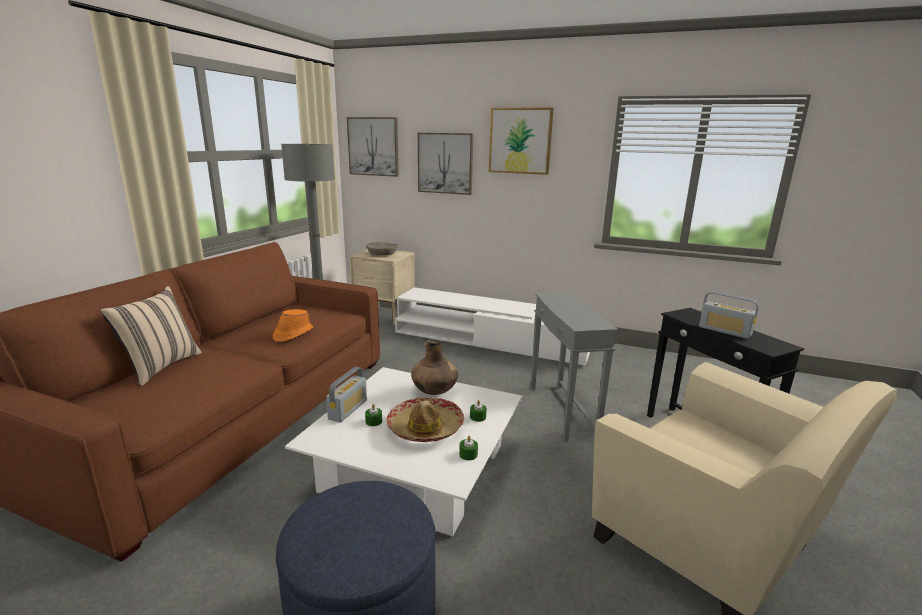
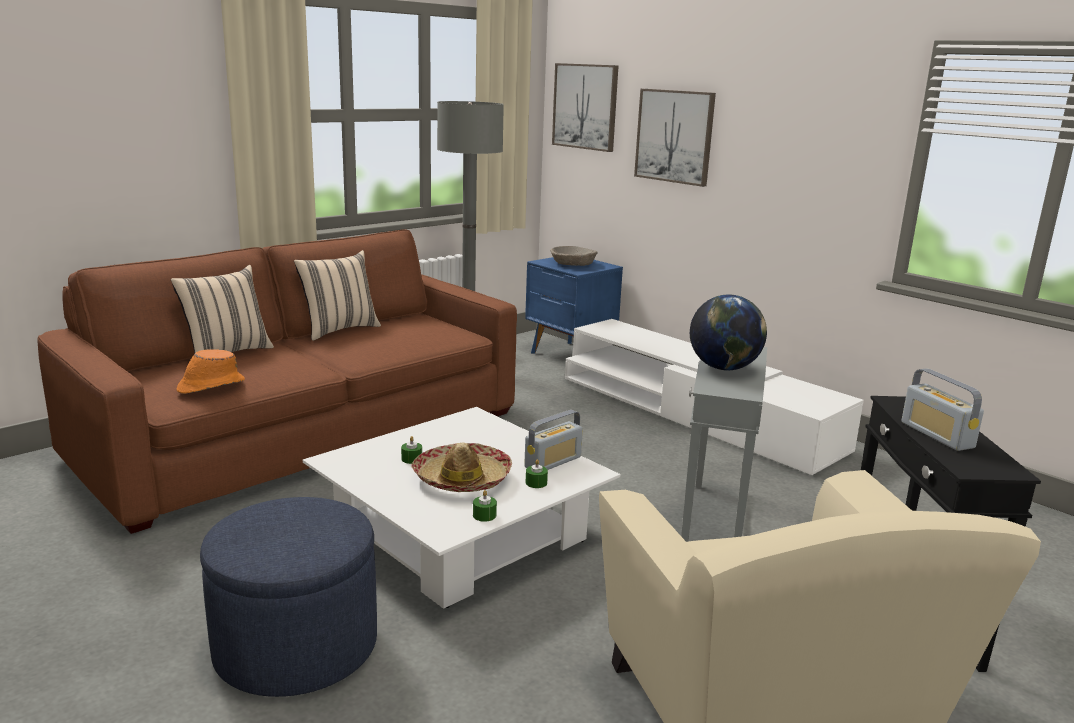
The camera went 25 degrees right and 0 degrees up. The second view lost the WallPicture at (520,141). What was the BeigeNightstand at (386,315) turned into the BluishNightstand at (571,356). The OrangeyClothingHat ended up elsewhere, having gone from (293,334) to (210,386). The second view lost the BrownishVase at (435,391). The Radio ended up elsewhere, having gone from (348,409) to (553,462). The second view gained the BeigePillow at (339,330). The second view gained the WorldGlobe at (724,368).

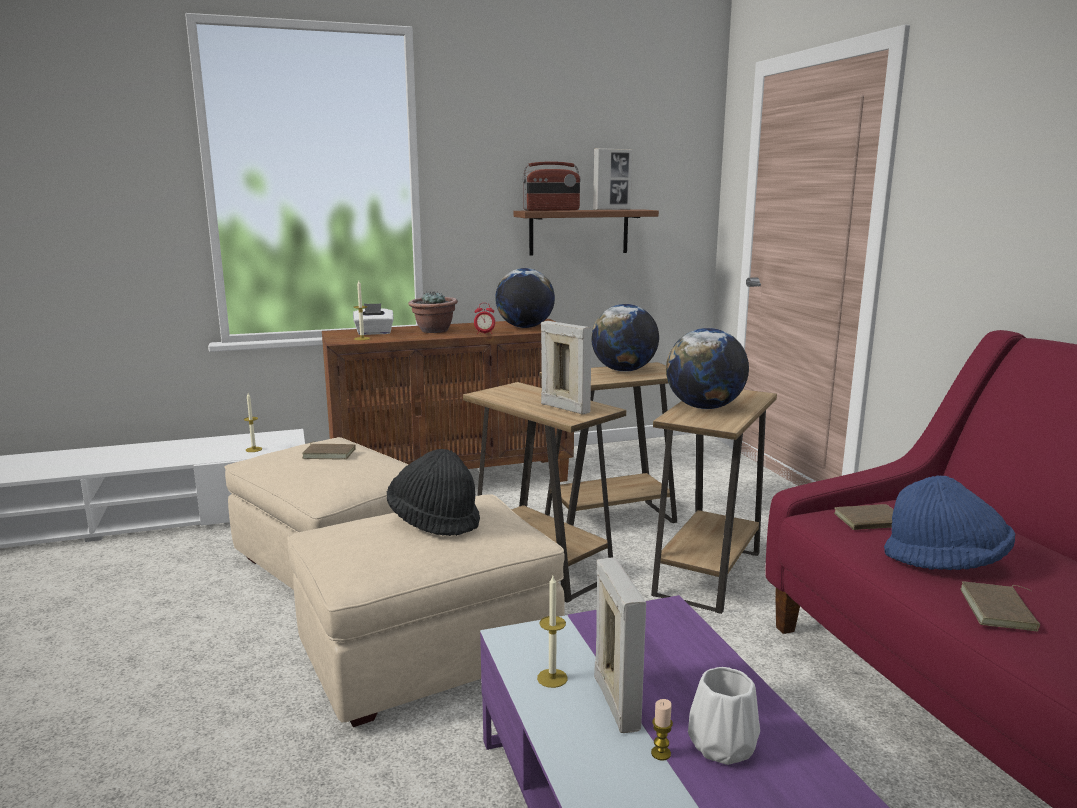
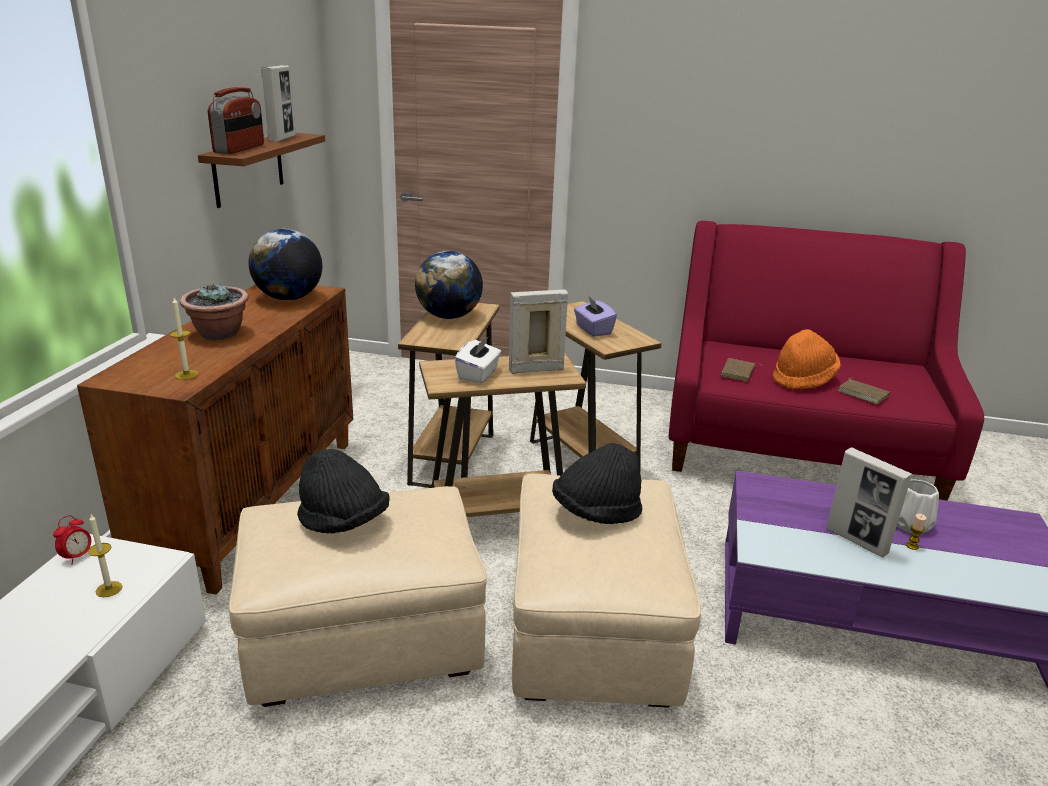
The camera went 60 degrees left and 10 degrees up. The WhiteTissueBox ended up elsewhere, having gone from (374,333) to (478,375). The TableClock ended up elsewhere, having gone from (484,333) to (77,557). Where the WorldGlobe stood at (704,407), the PurpleColouredTissueBox came to stand at (593,330). Where the BrownishBoundBook stood at (330,454), the BlackishClothingHat came to stand at (343,522). What was the BluishClothingHat at (945,562) turned into the OrangeyClothingHat at (803,379). The PictureFrame at (616,703) ended up facing another way, 150 degrees counterclockwise from before. The second view lost the WaxLight at (552,678).

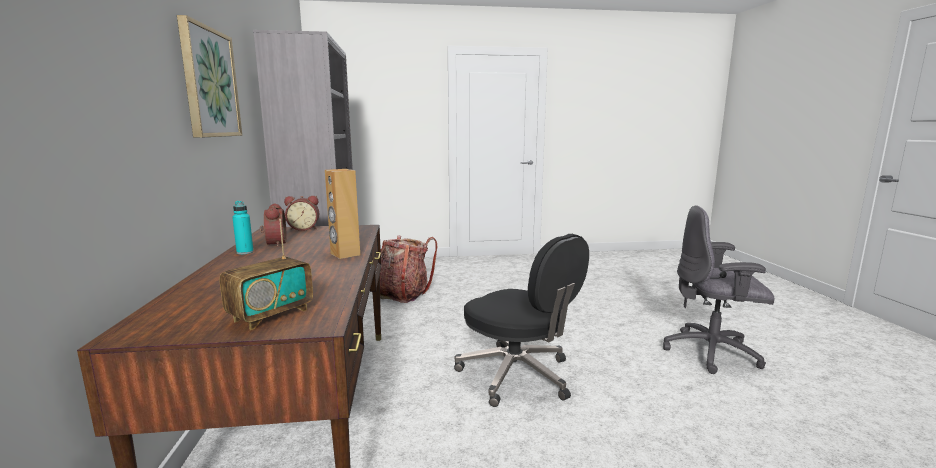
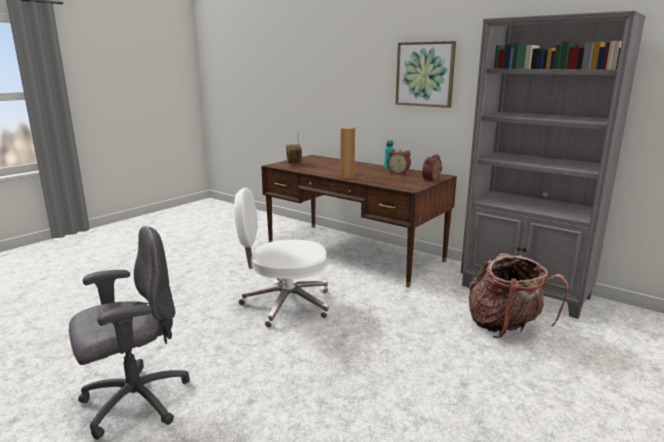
The camera went 135 degrees right and 5 degrees up. What was the BlackishOfficeChair at (518,375) turned into the WhiteOfficeChair at (285,304).

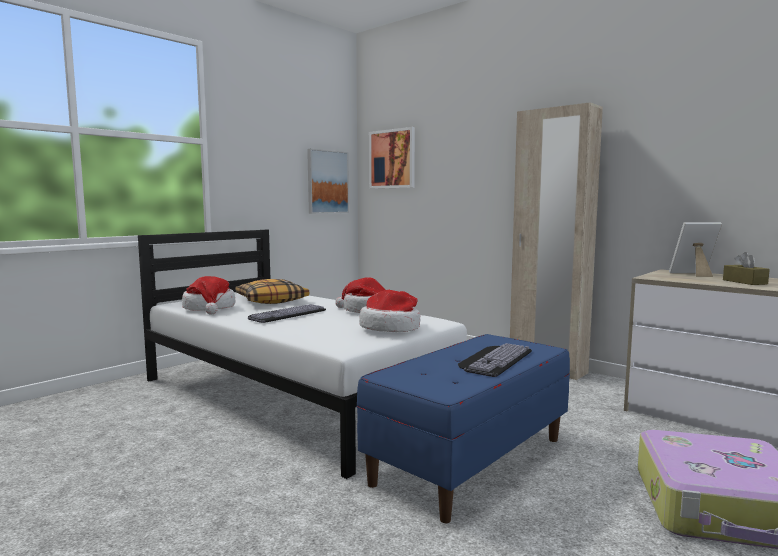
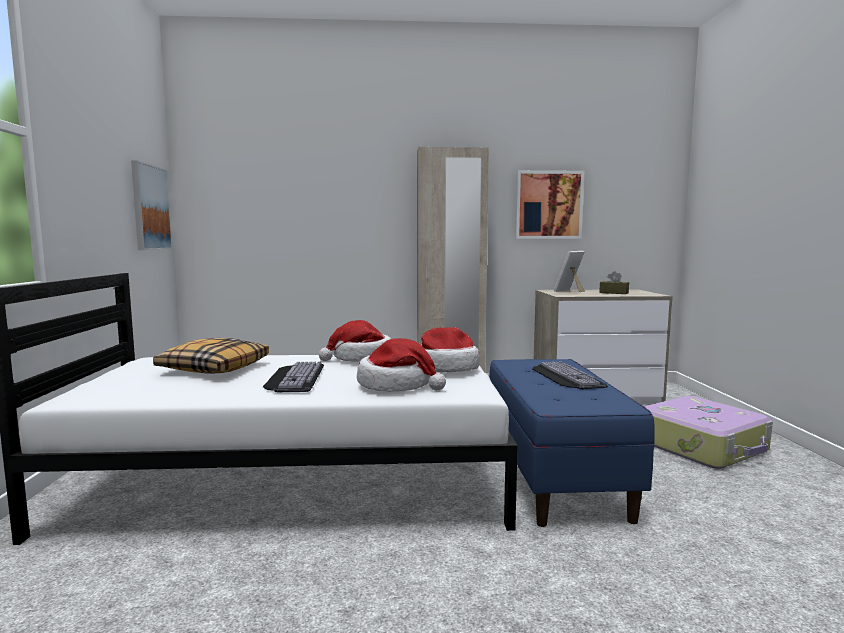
The camera went 45 degrees left and 0 degrees up. The WallPicture ended up elsewhere, having gone from (392,159) to (548,205). The ClothingHat ended up elsewhere, having gone from (209,308) to (397,385).

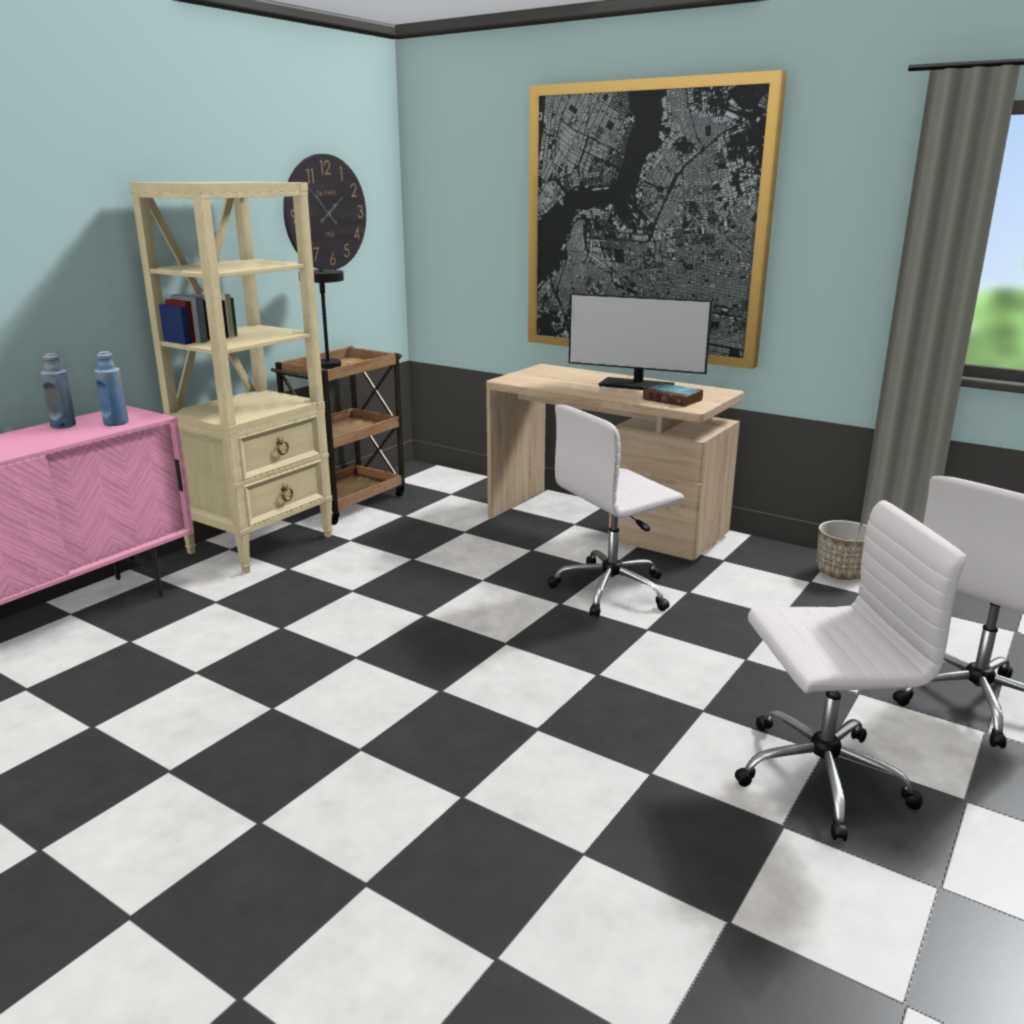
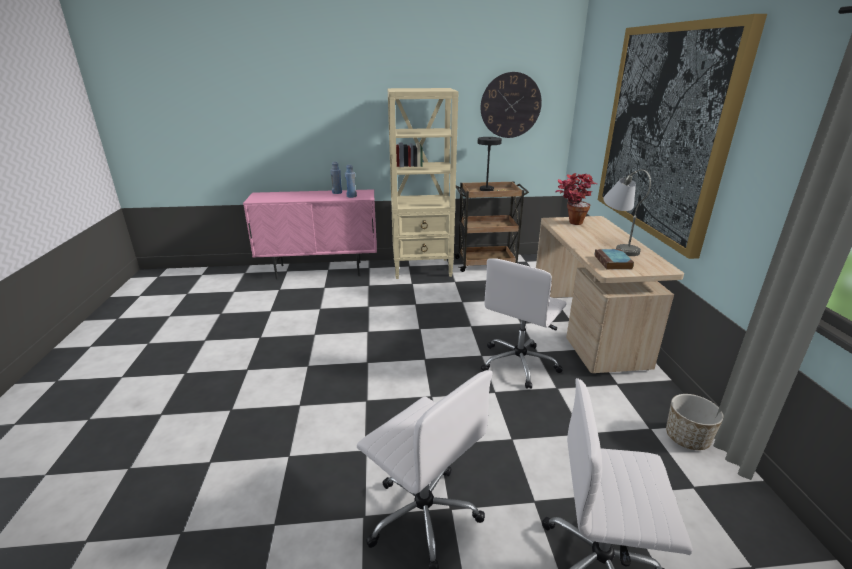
The camera went 50 degrees right and 5 degrees up. Where the ComputerScreen stood at (636,385), the GreyishTabletopLamp came to stand at (617,246). The WhiteOfficeChair at (613,590) ended up facing another way, 75 degrees counterclockwise from before. The second view gained the PlantInAPot at (570,223).

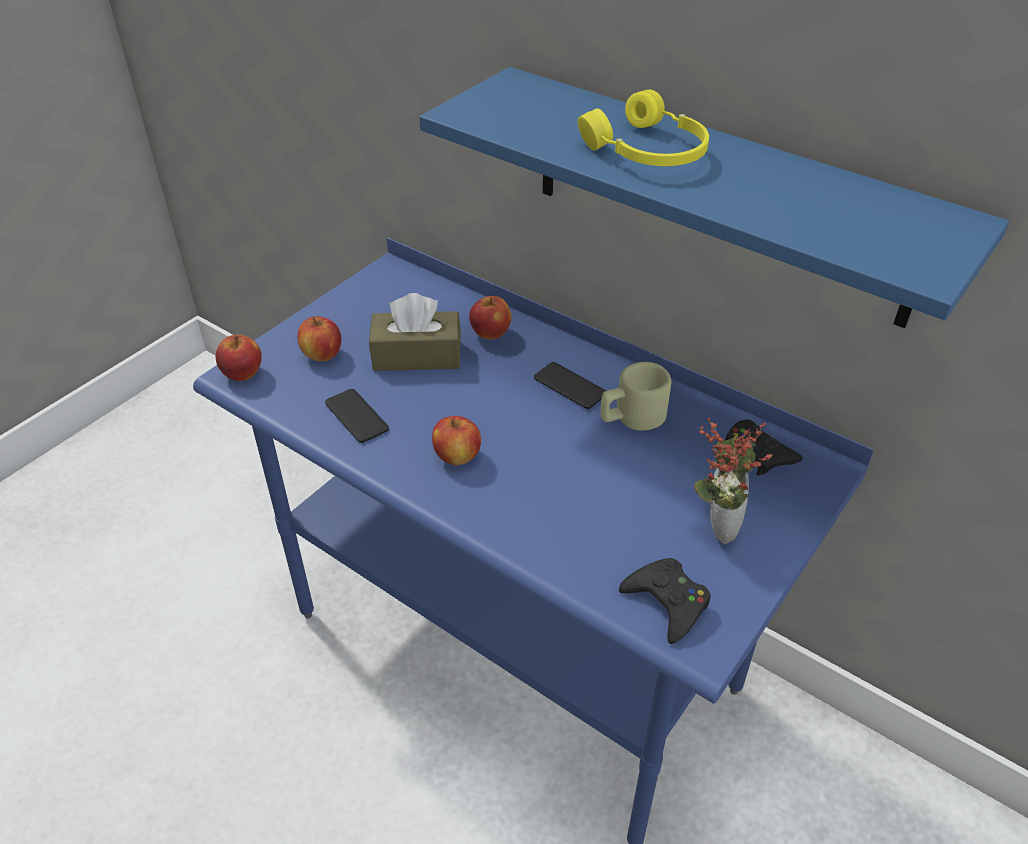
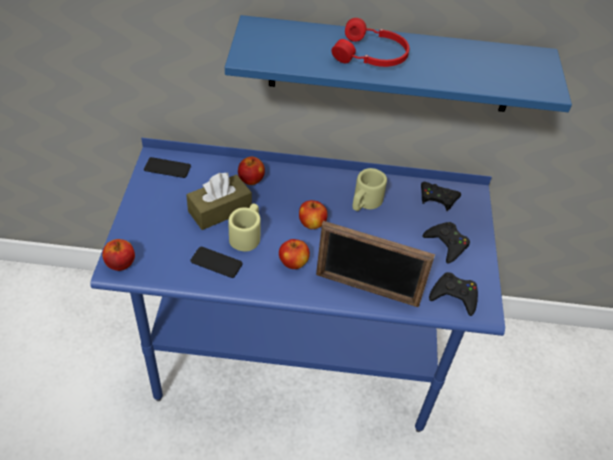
The camera went 35 degrees left and 5 degrees up. What was the YellowColouredHeadset at (646,152) turned into the RedHeadset at (371,56). The WholeApple ended up elsewhere, having gone from (322,355) to (312,224). The Phone ended up elsewhere, having gone from (570,386) to (167,168). Where the PlantInAPot stood at (717,523), the BlackishGamepad came to stand at (446,244). The second view gained the BeigeCoffeeMug at (247,235). The second view gained the PictureFrame at (367,289).

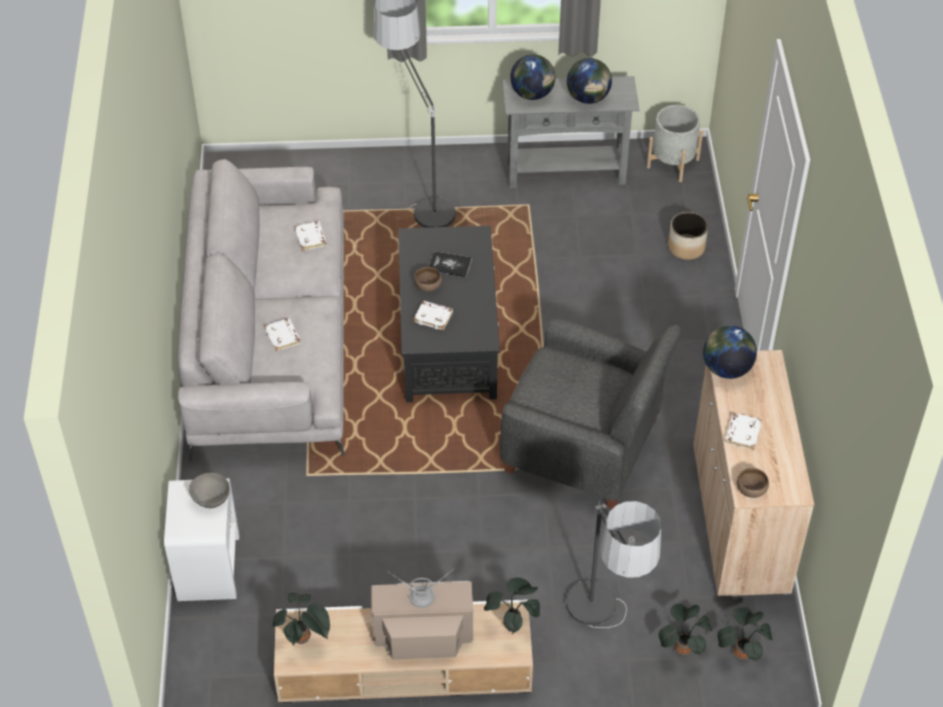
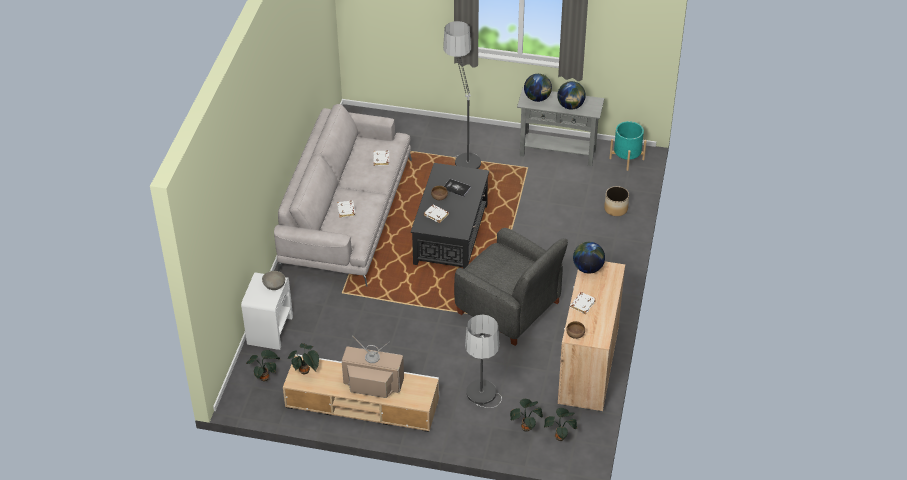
The camera went 15 degrees right and 5 degrees down. What was the GreyishPlanter at (673,163) turned into the TurquoisePlanter at (626,159). The PlantInAPot ended up elsewhere, having gone from (513,624) to (265,377).

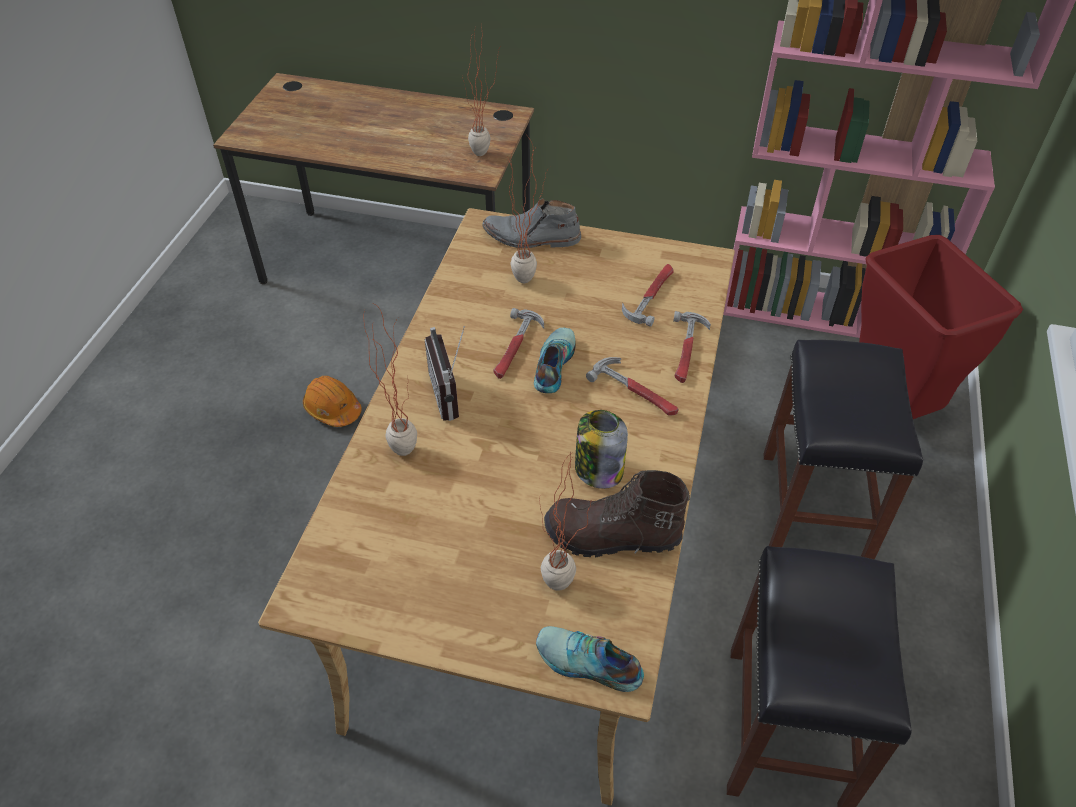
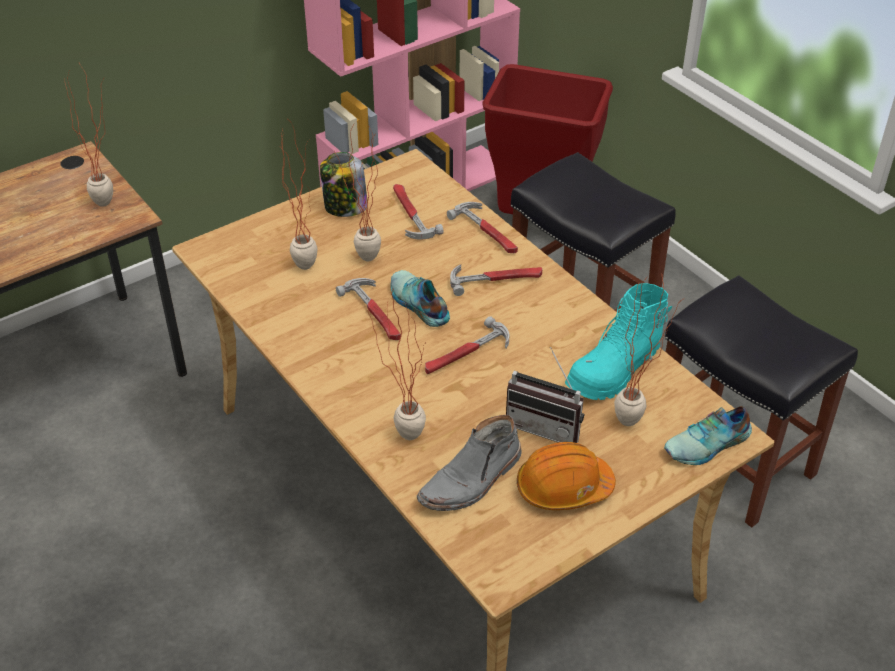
The camera went 50 degrees left and 5 degrees down. The GreyishTallBoot ended up elsewhere, having gone from (531,238) to (471,480). The Radio ended up elsewhere, having gone from (452,395) to (546,425). The OrangeyWorkHelmet ended up elsewhere, having gone from (332,409) to (563,488). The Jar ended up elsewhere, having gone from (598,469) to (345,207). What was the BrownishTallBoot at (612,537) turned into the TurquoiseTallBoot at (615,371). The second view gained the PlantInAPot at (362,262). The second view gained the ToolHammer at (466,353).

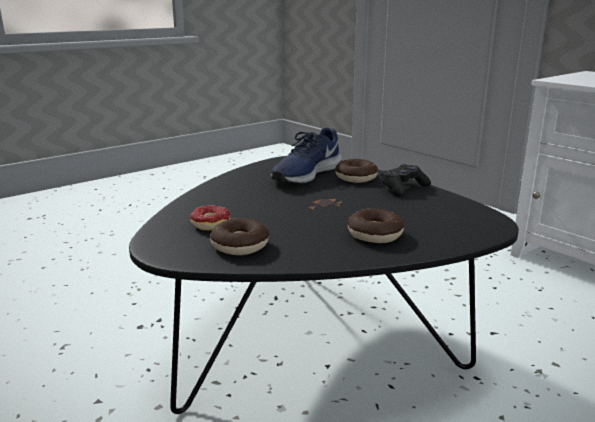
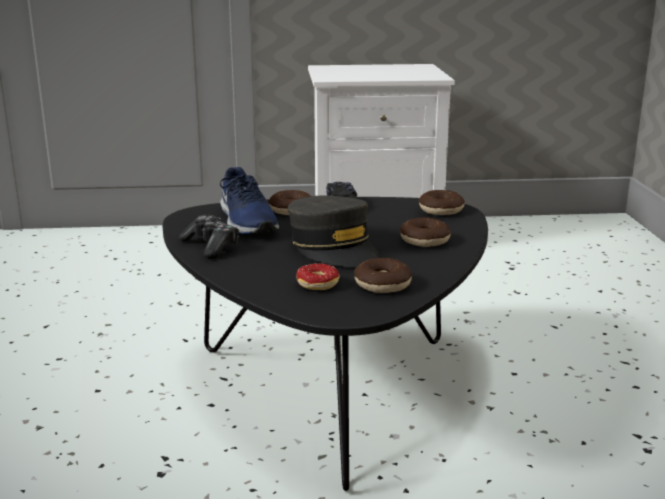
The camera went 55 degrees left and 0 degrees up. The second view gained the Doughnut at (441,210). The second view gained the GreyishPeakedCap at (334,247). The second view gained the Gamepad at (211,246).

